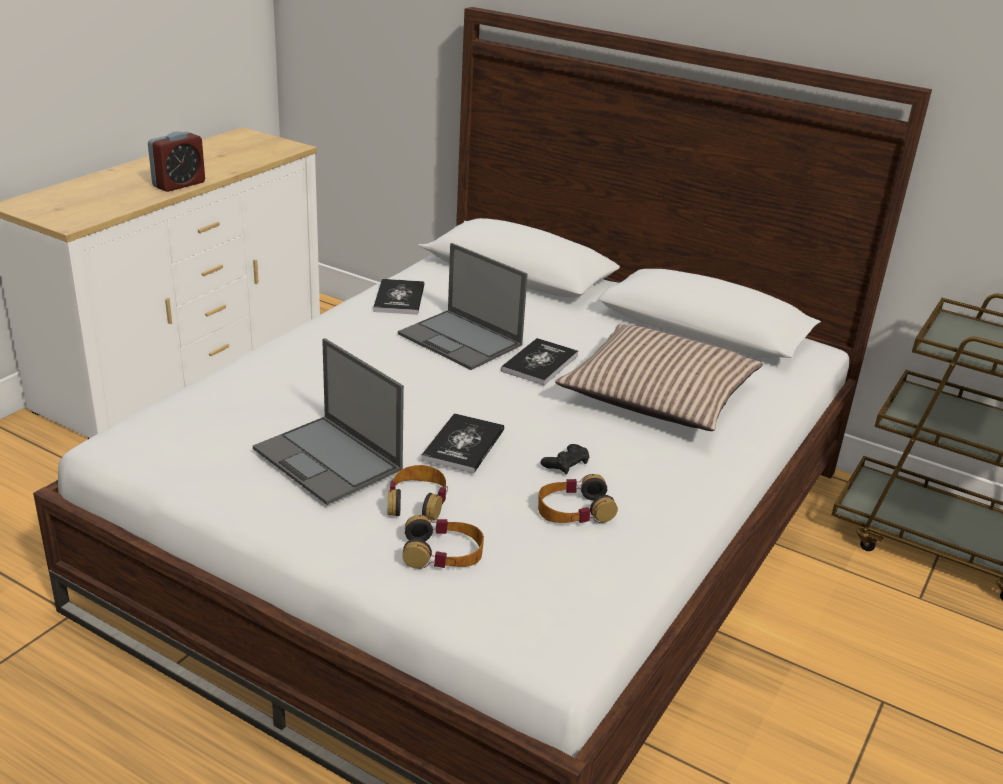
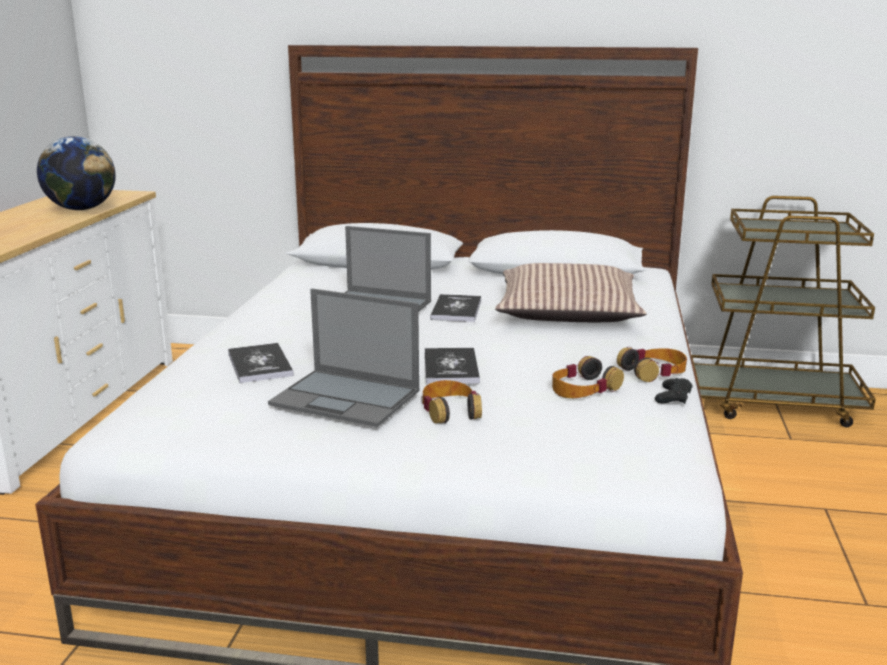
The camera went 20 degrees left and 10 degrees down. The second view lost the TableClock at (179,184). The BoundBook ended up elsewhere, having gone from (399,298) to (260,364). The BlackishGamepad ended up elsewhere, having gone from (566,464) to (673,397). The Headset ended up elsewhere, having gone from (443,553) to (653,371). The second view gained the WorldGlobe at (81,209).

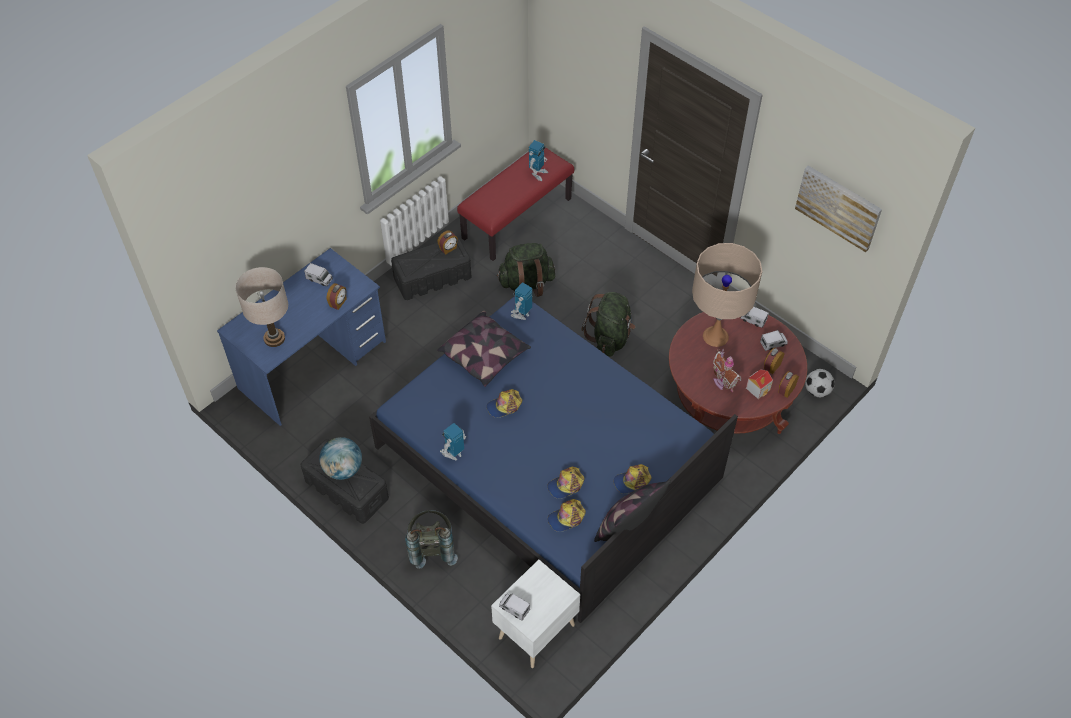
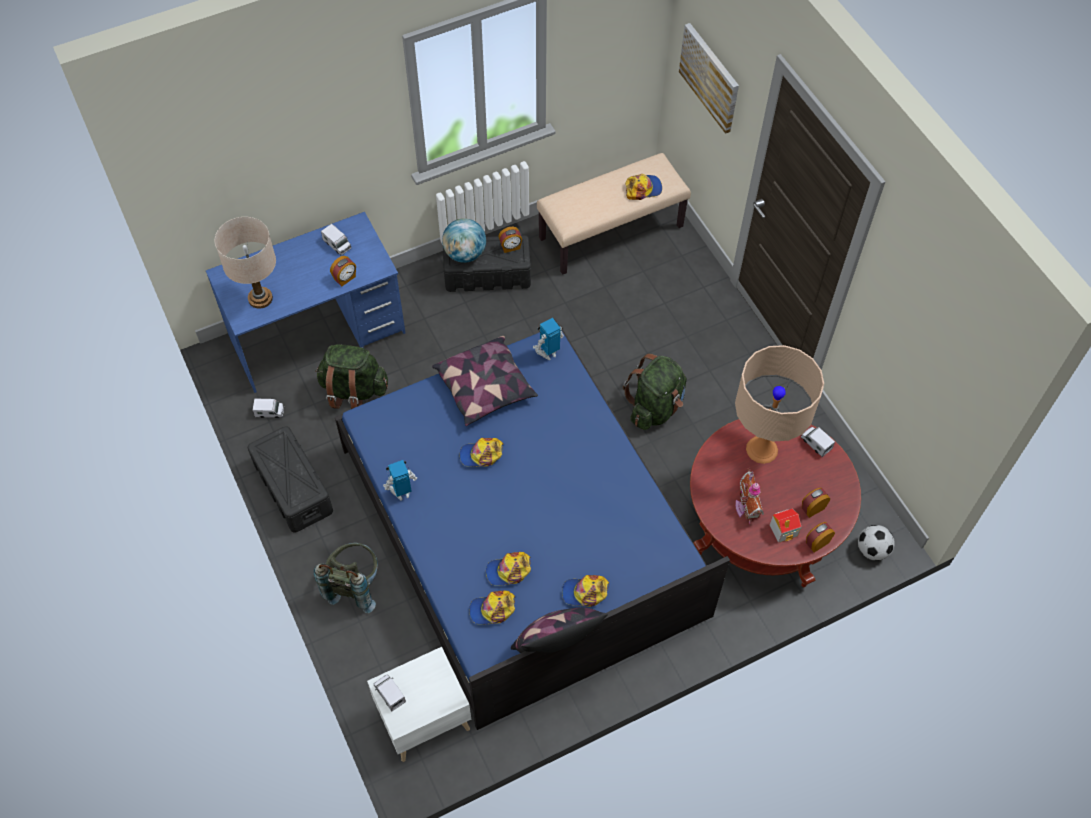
The camera went 20 degrees right and 5 degrees up. Where the ToyRobot stood at (538,174), the PeakedCap came to stand at (643,189). What was the RedBench at (516,218) turned into the BeigeBench at (611,231). The WallPicture ended up elsewhere, having gone from (838,207) to (710,77). The GreenishKnapsack ended up elsewhere, having gone from (526,284) to (353,390). The ToyTruck ended up elsewhere, having gone from (773,344) to (269,412). The WorldGlobe ended up elsewhere, having gone from (343,469) to (465,254).

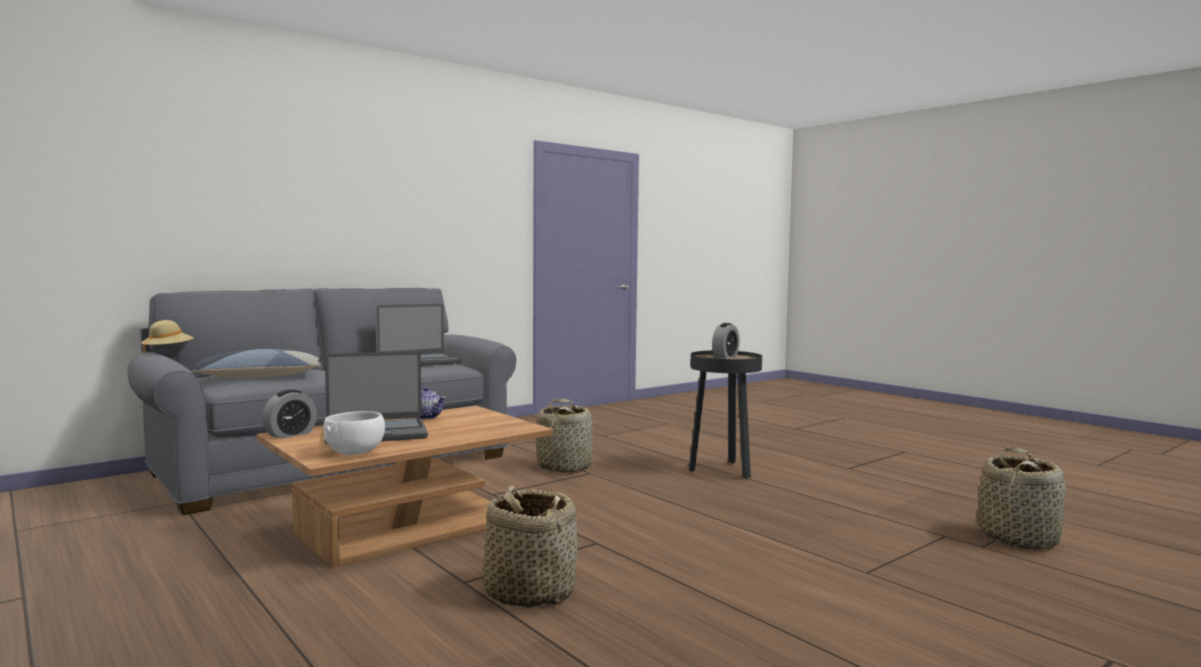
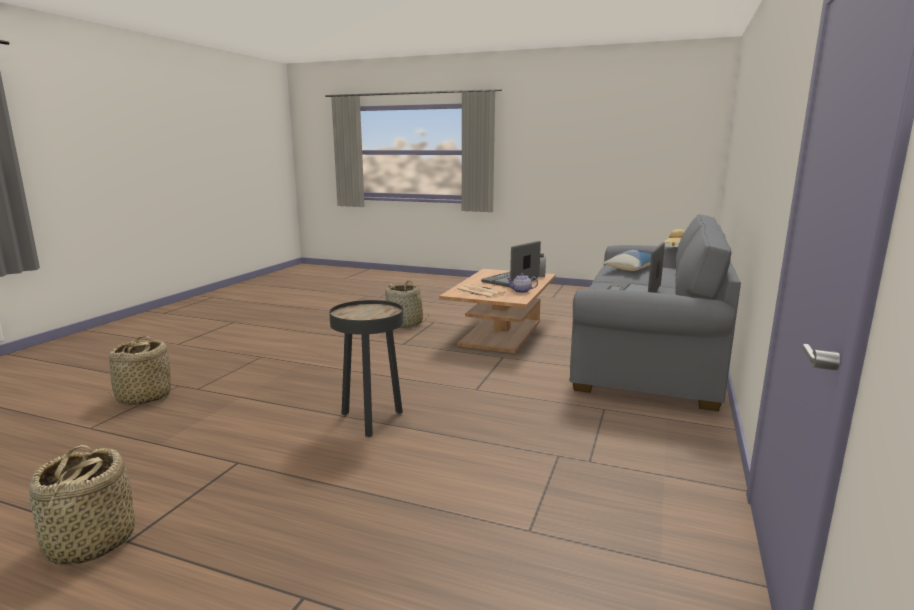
The camera went 150 degrees right and 10 degrees up. The second view lost the TableClock at (725,356). The Basket ended up elsewhere, having gone from (565,466) to (90,543). The second view lost the WhiteServingBowl at (355,452). The second view gained the DailyPaper at (479,292).

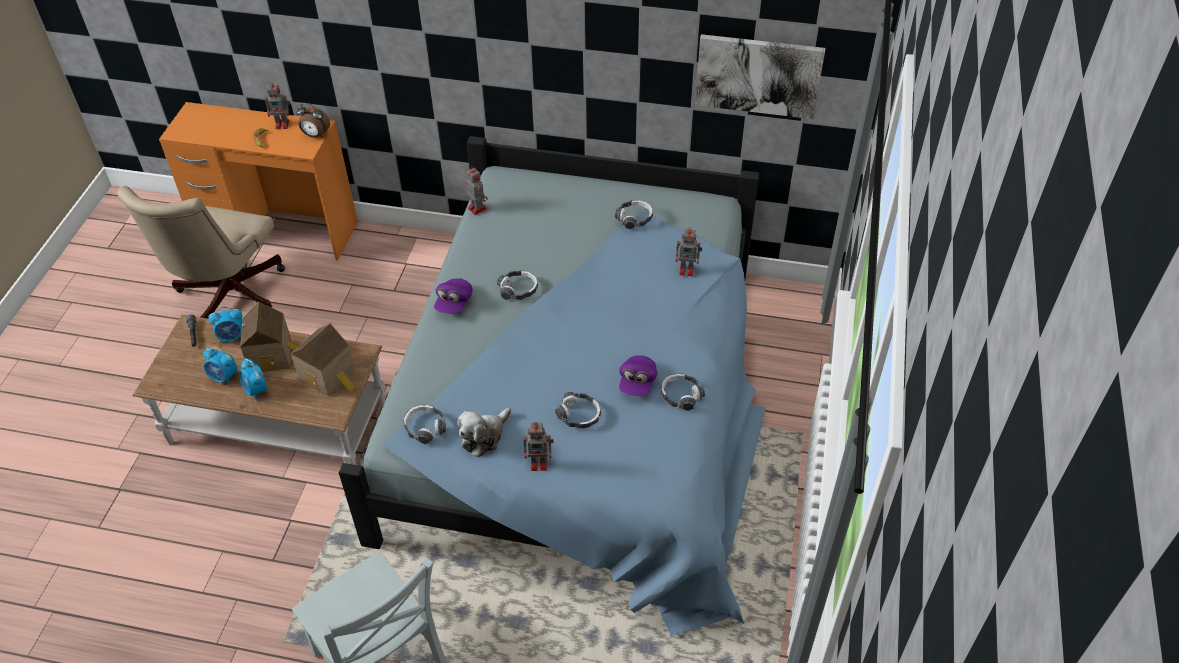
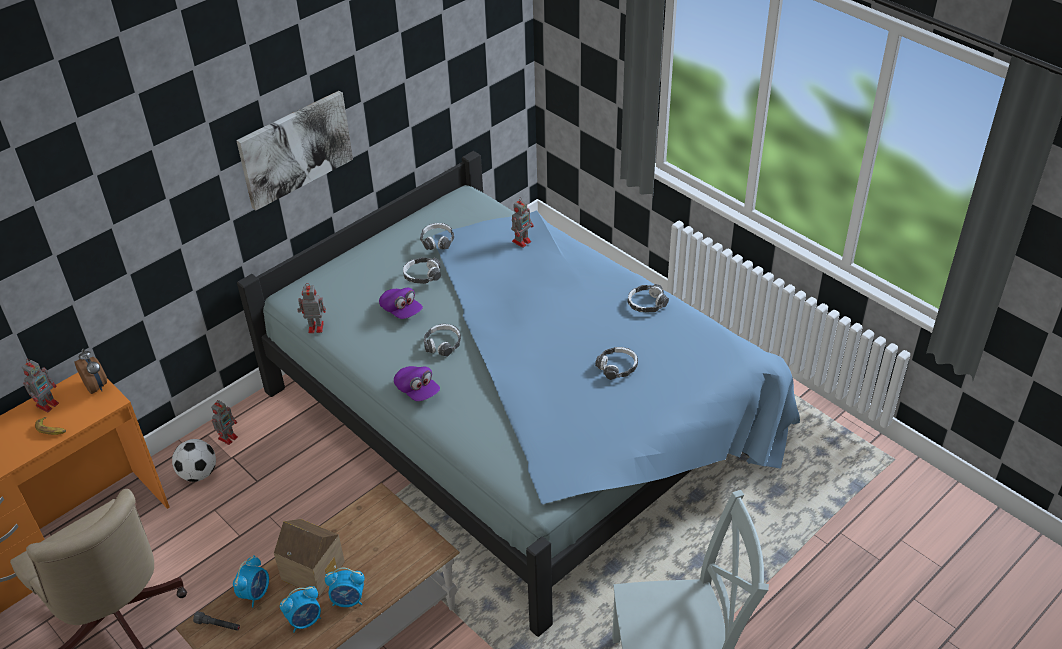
The camera went 55 degrees left and 5 degrees down. The WallPicture ended up elsewhere, having gone from (758,75) to (295,148). The TableClock at (315,135) ended up facing another way, 90 degrees counterclockwise from before. The second view lost the MiniatureHouse at (329,376). The PurpleColouredPeakedCap ended up elsewhere, having gone from (637,383) to (401,311). The Headset ended up elsewhere, having gone from (425,427) to (422,275). The second view lost the SoftToy at (484,436). The ToyRobot ended up elsewhere, having gone from (540,463) to (228,437). The second view gained the FootballBall at (198,473).

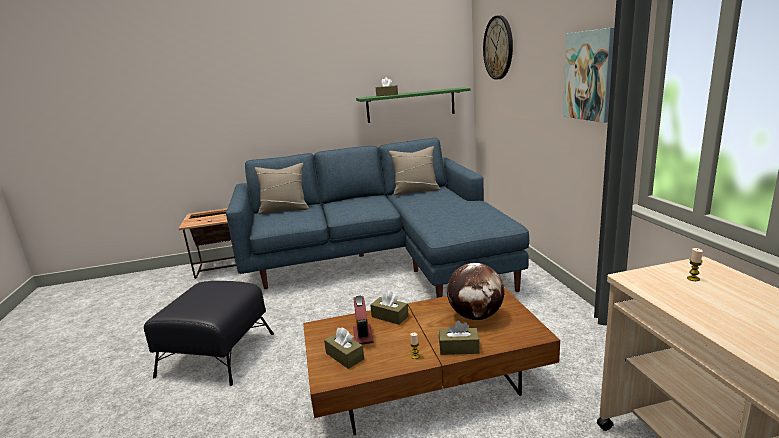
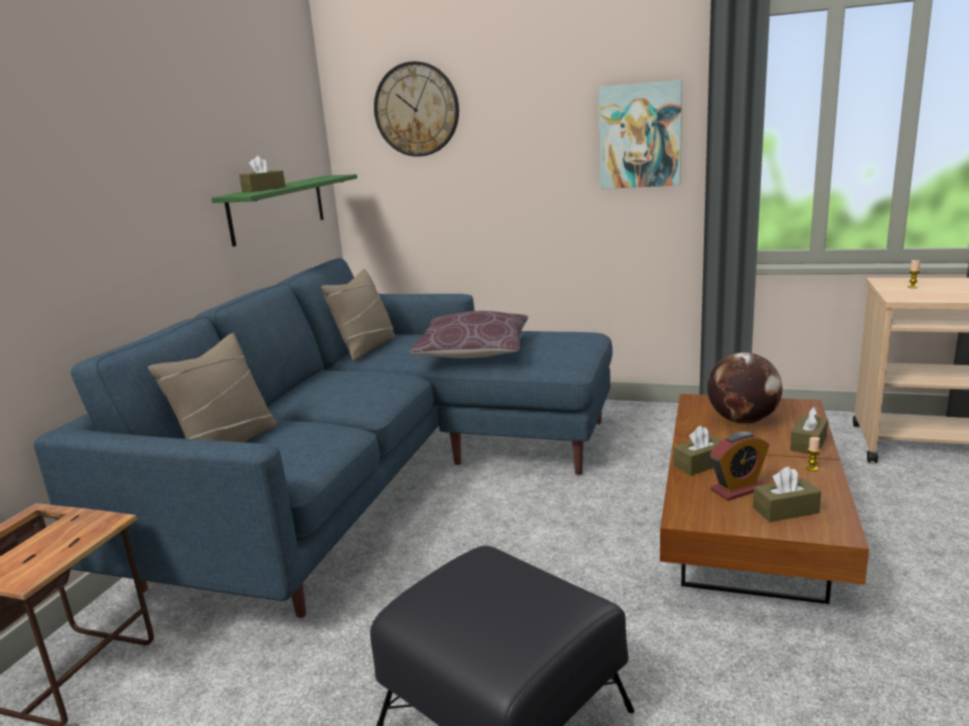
The camera went 60 degrees left and 0 degrees up. The TableClock at (363,335) ended up facing another way, 135 degrees clockwise from before. The second view gained the BrownishPillow at (473,352).

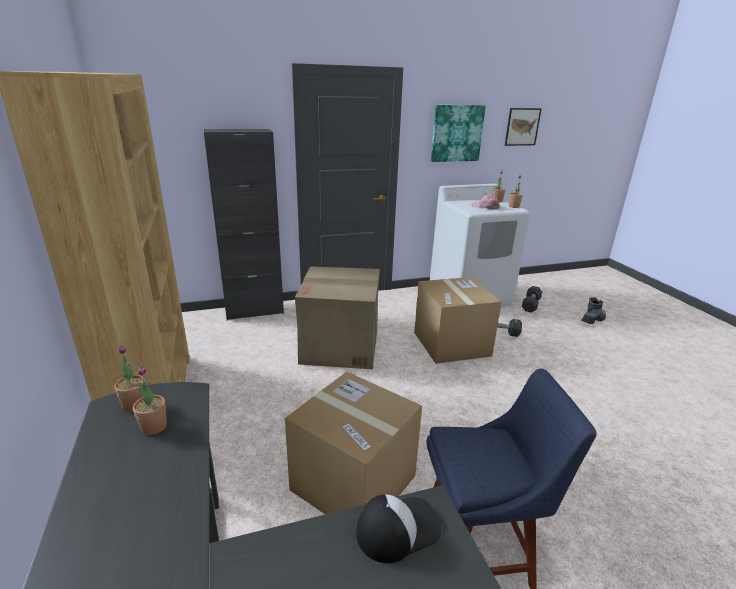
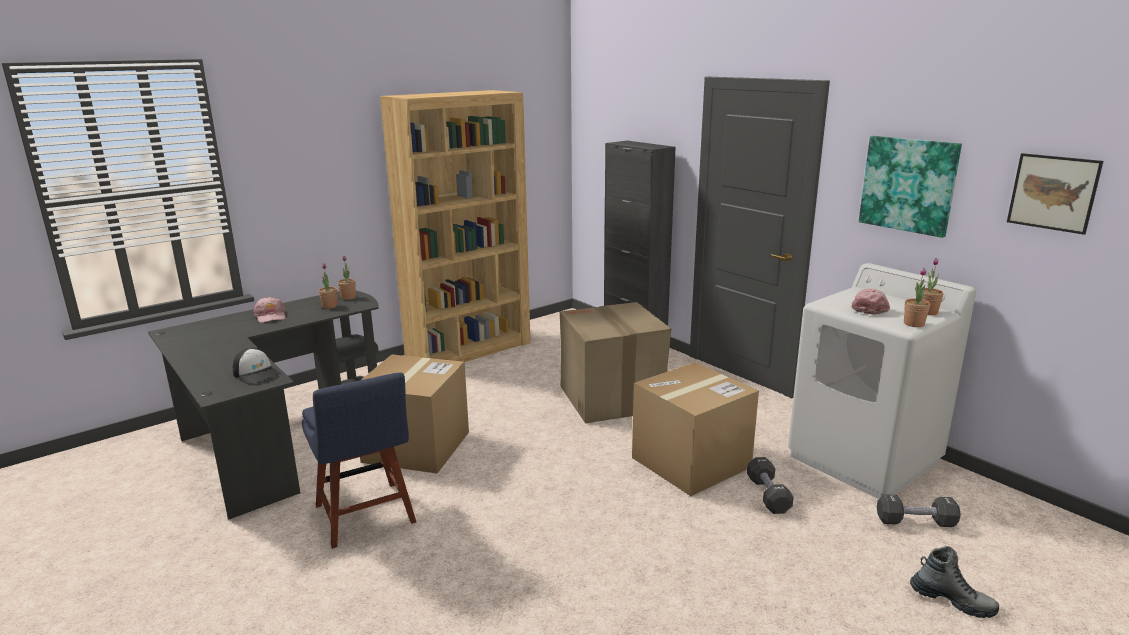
The camera went 70 degrees right and 5 degrees down. The second view gained the PinkColouredPeakedCap at (271,316).

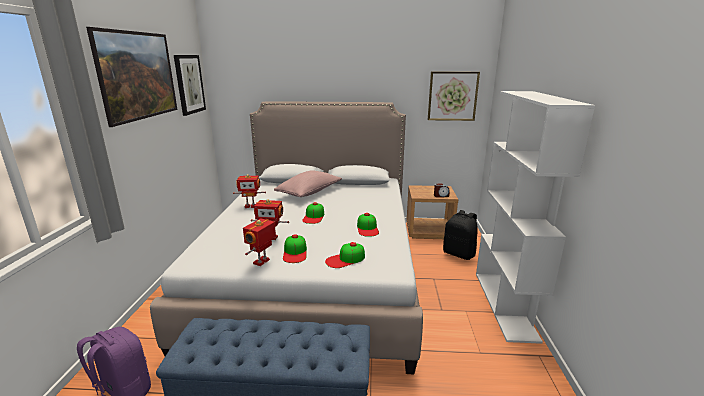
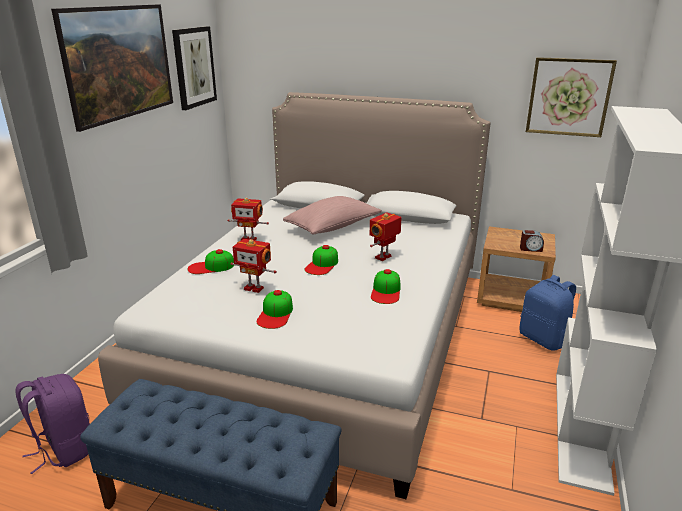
The camera went 15 degrees right and 5 degrees up. What was the BlackishKnapsack at (459,254) turned into the BluishKnapsack at (544,339). The ToyRobot ended up elsewhere, having gone from (262,262) to (384,257). The PeakedCap ended up elsewhere, having gone from (345,259) to (211,267).

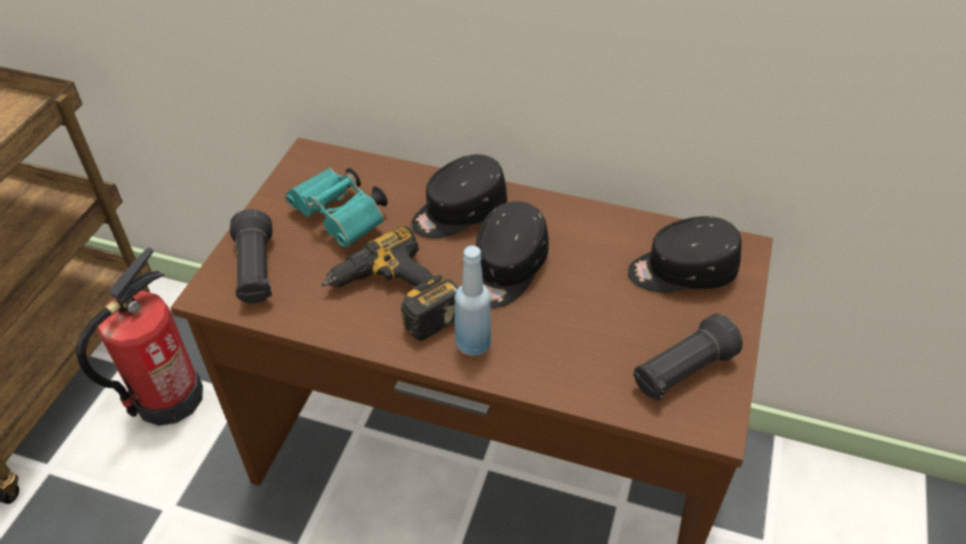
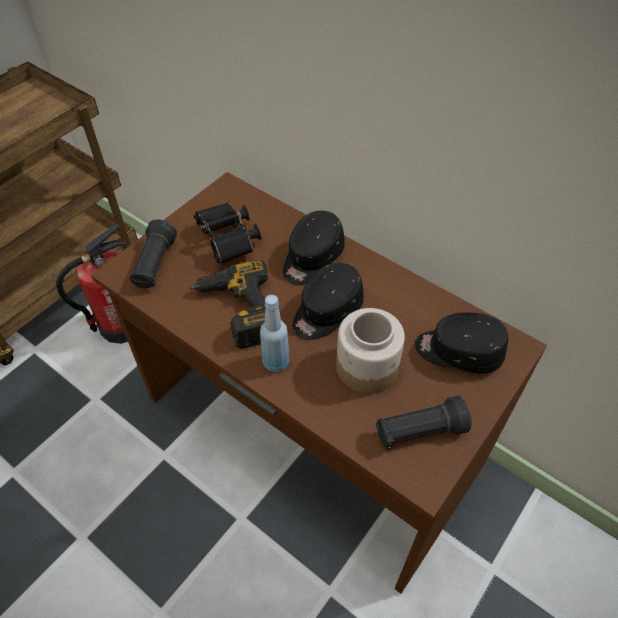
The camera went 20 degrees right and 5 degrees up. The BlackishPeakedCap at (458,213) ended up facing another way, 45 degrees counterclockwise from before. What was the TurquoiseFieldGlasses at (342,219) turned into the BlackishFieldGlasses at (229,242). The second view gained the Jar at (367,367).

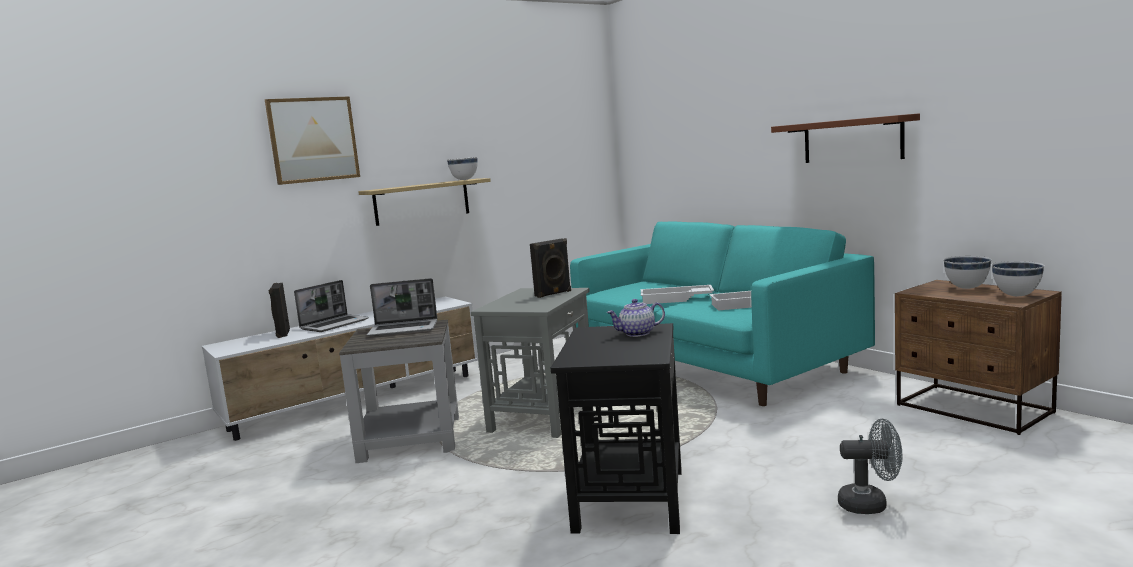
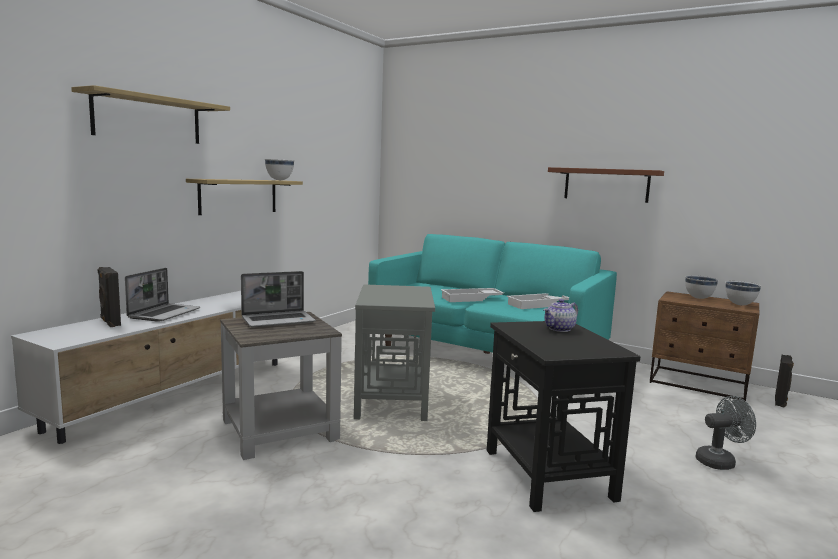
The camera went 25 degrees left and 0 degrees up. Where the WallPicture hung at (313,140), the WallShelf came to hang at (148,119). The BlackishLoudspeaker ended up elsewhere, having gone from (553,294) to (781,401).

